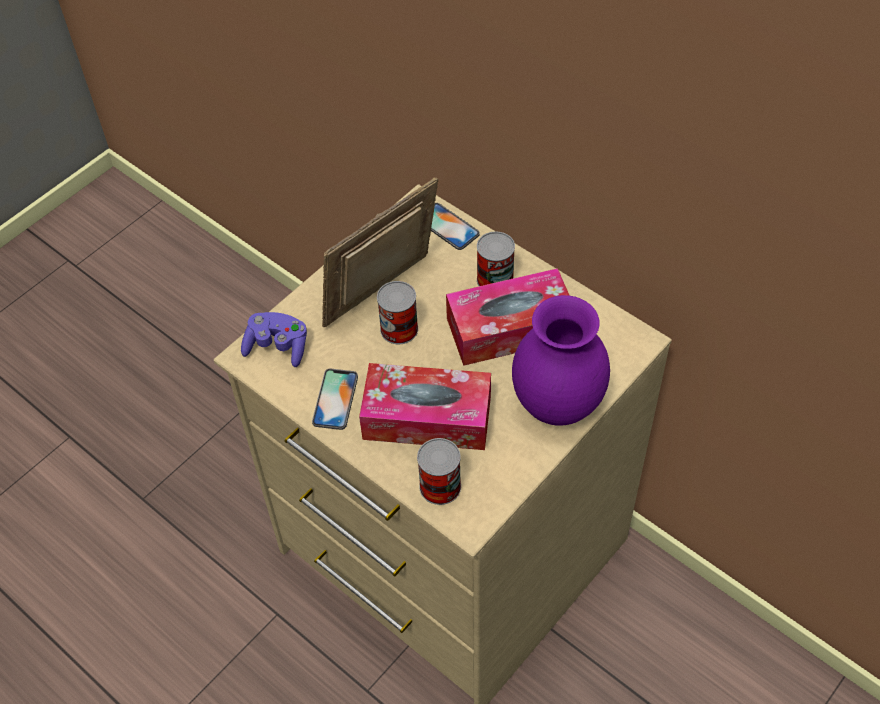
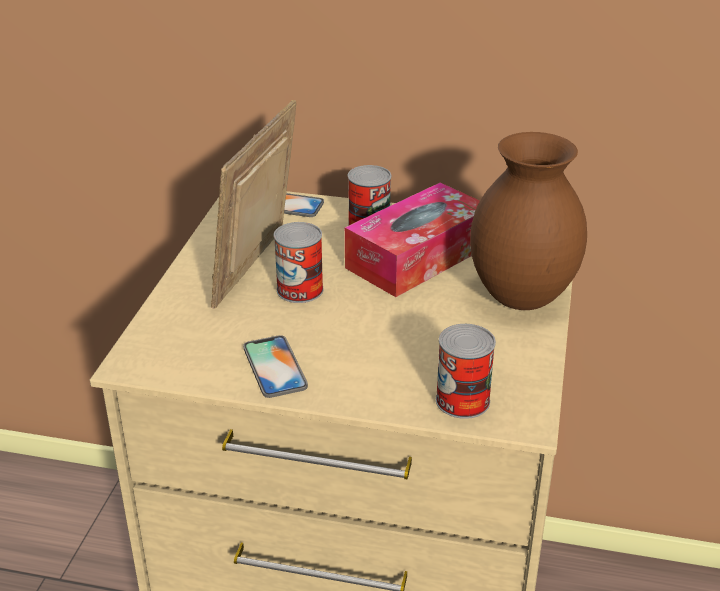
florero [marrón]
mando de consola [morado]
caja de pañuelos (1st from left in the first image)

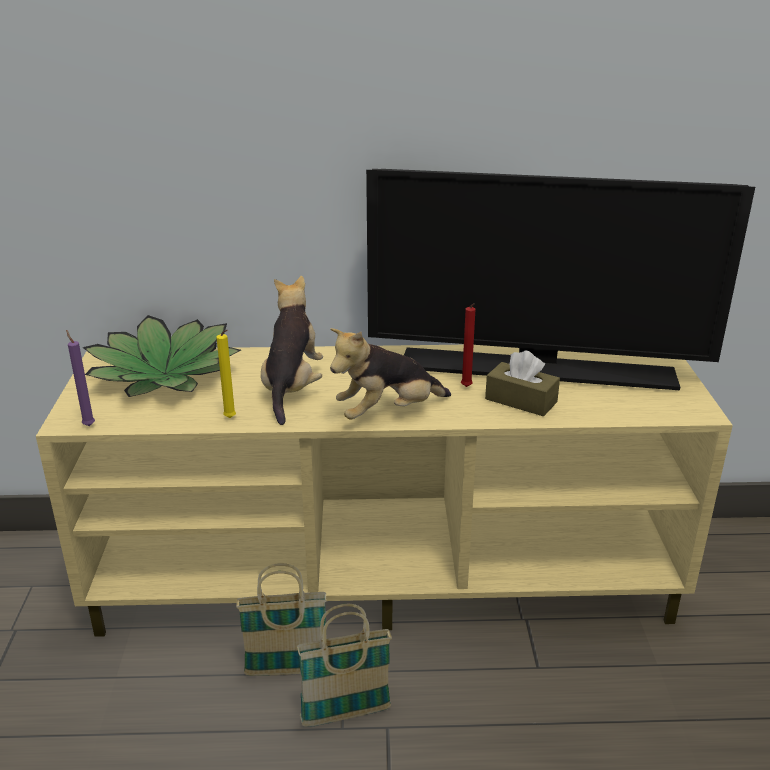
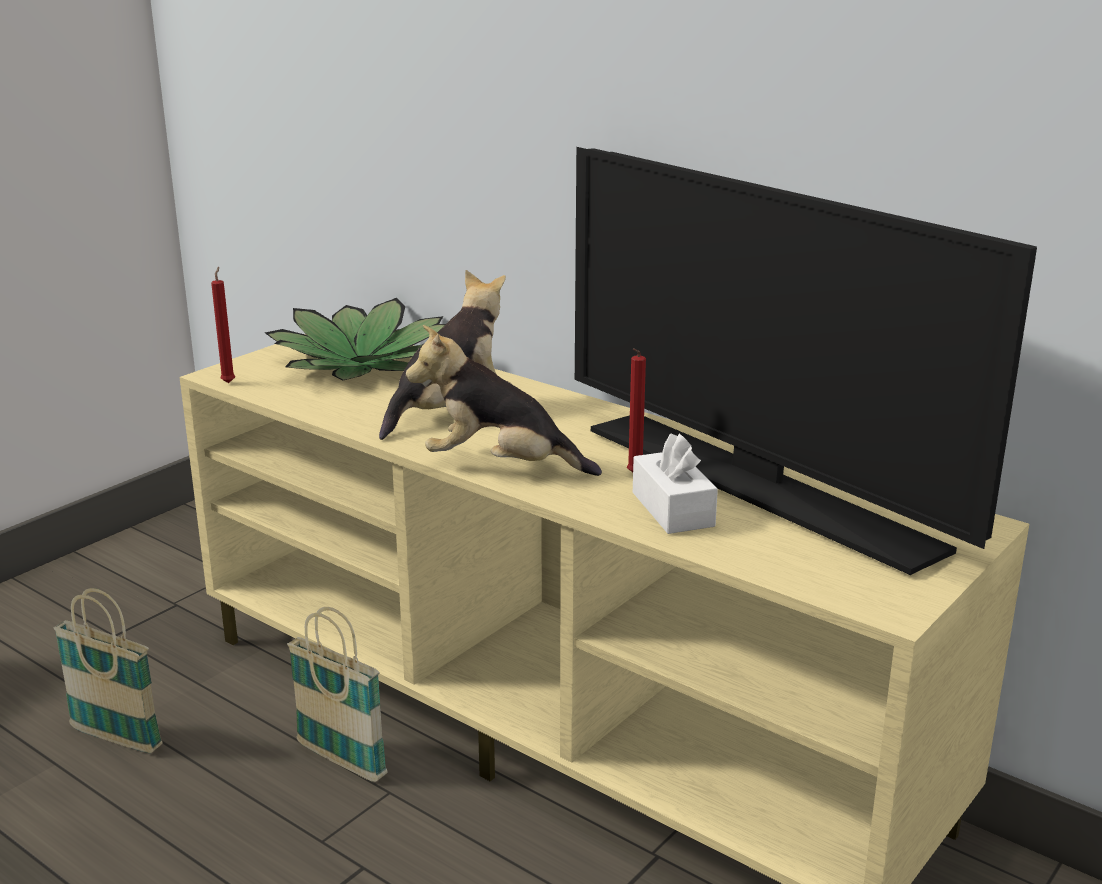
vela [rojo] (1st from left)
vela [amarillo]
caja de pañuelos [blanco]
cesta (1st from left)

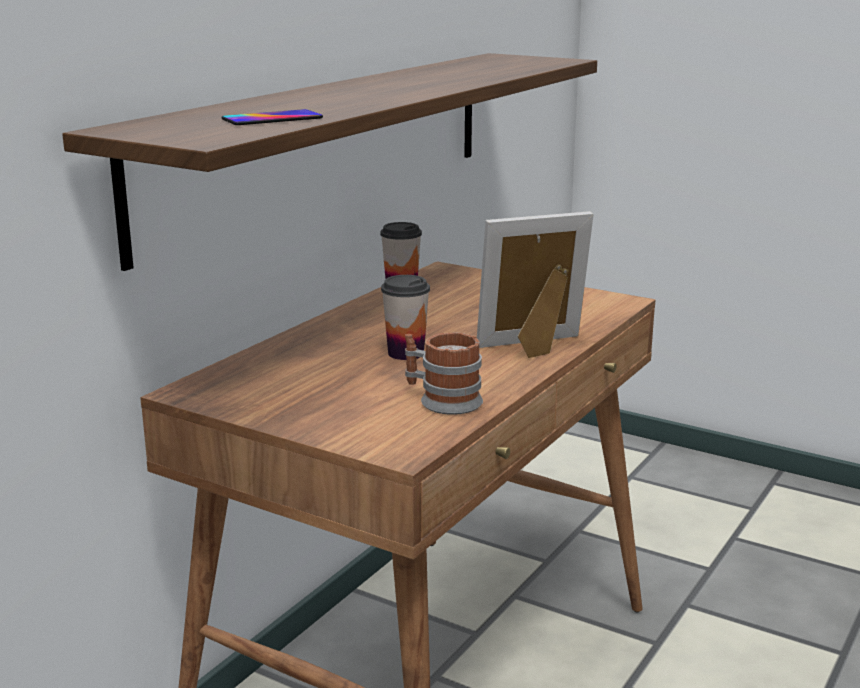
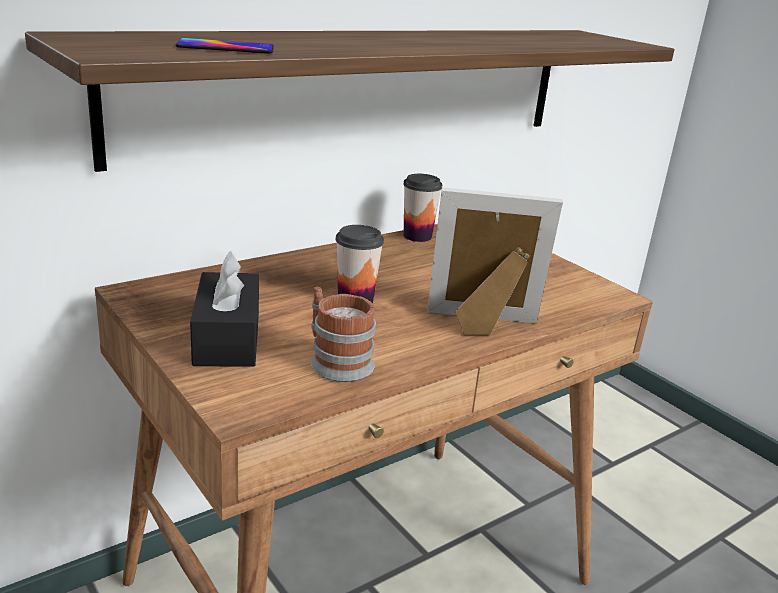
caja de pañuelos [negro]

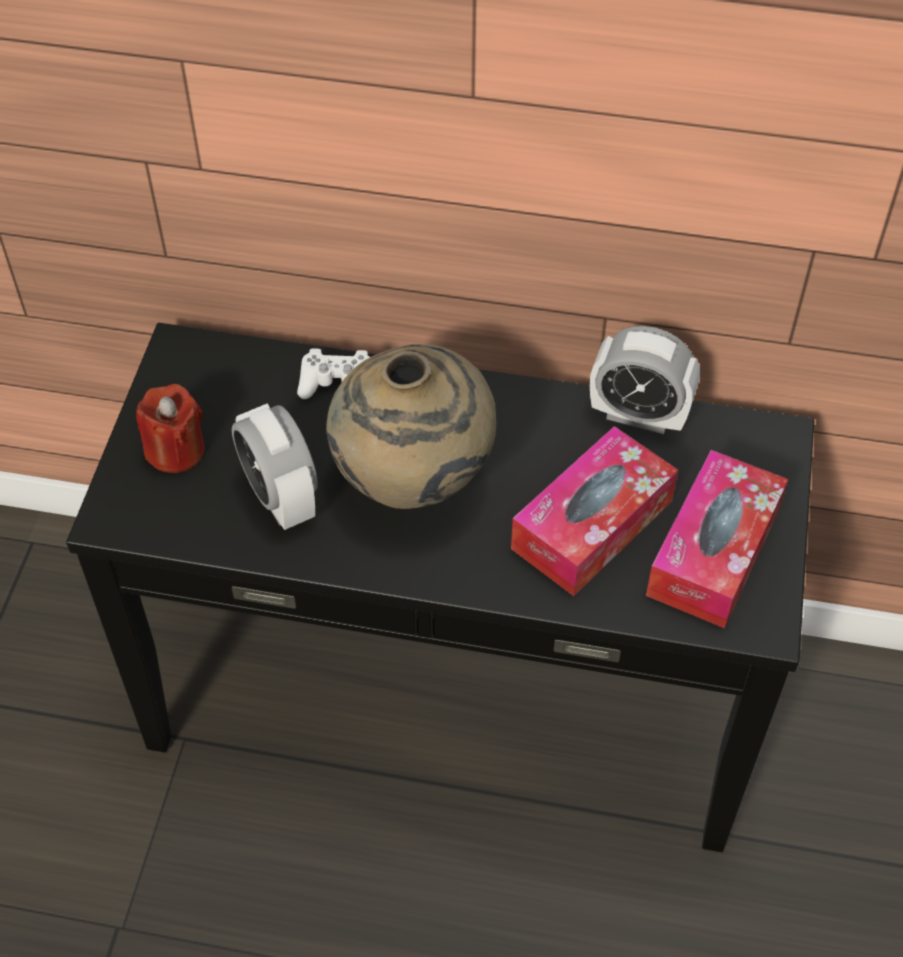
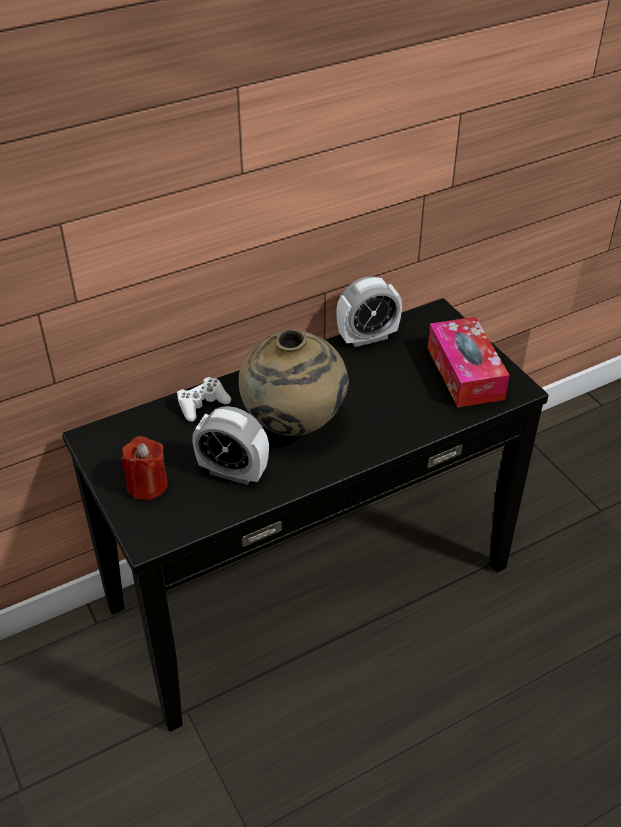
caja de pañuelos (1st from left in the first image)

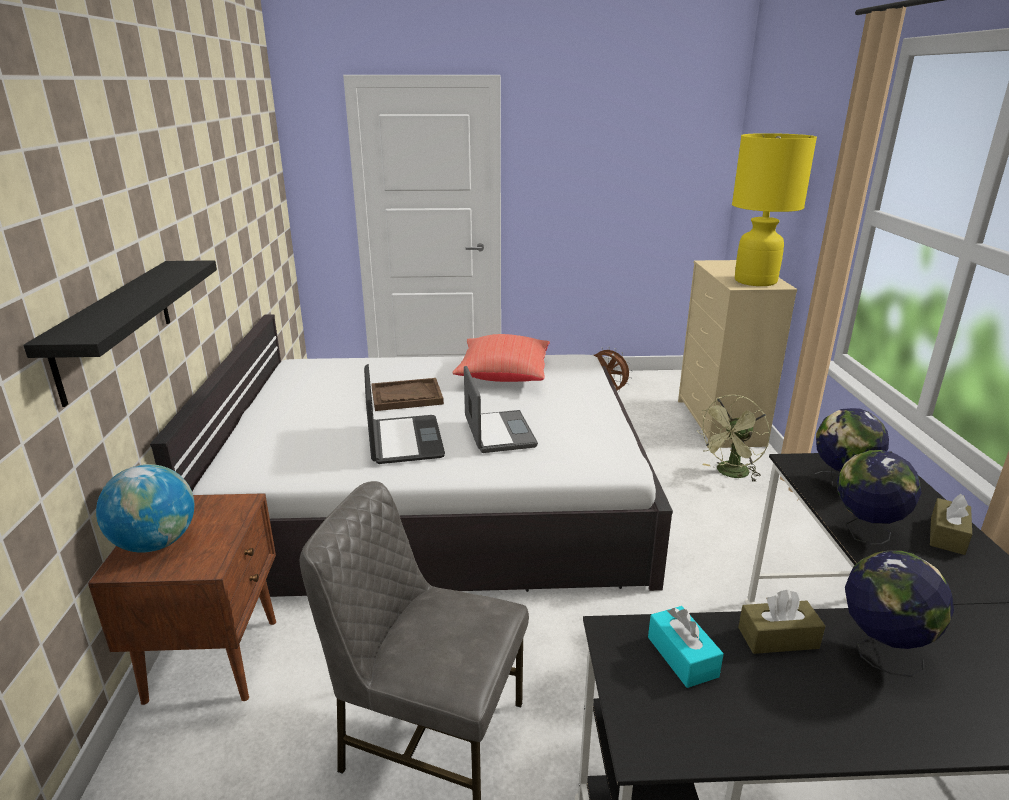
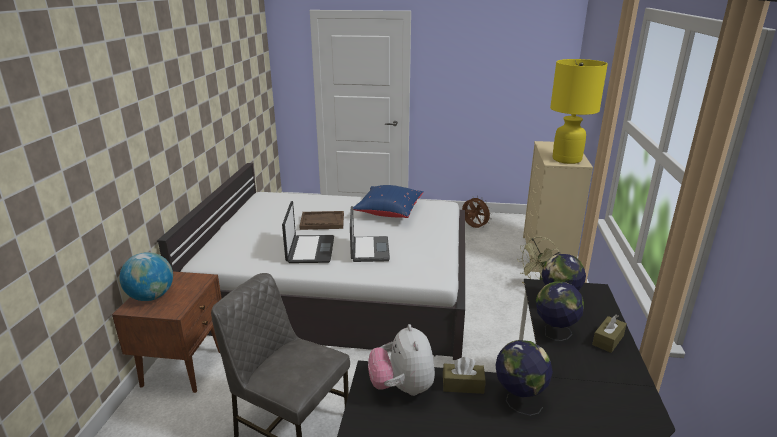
estante [negro]
cojín [azul]
peluche

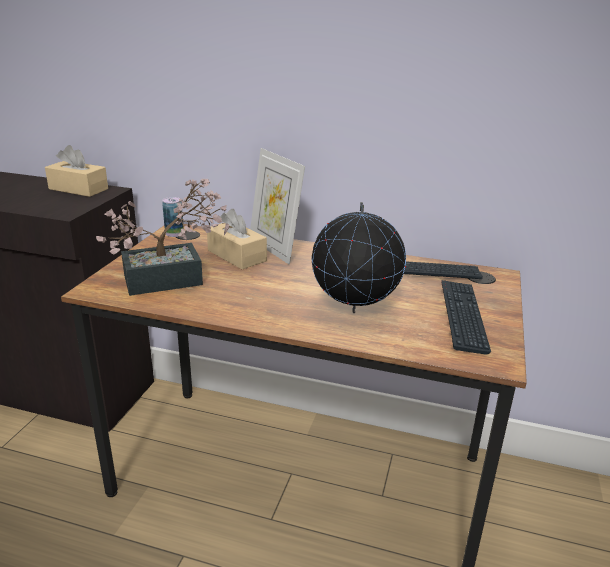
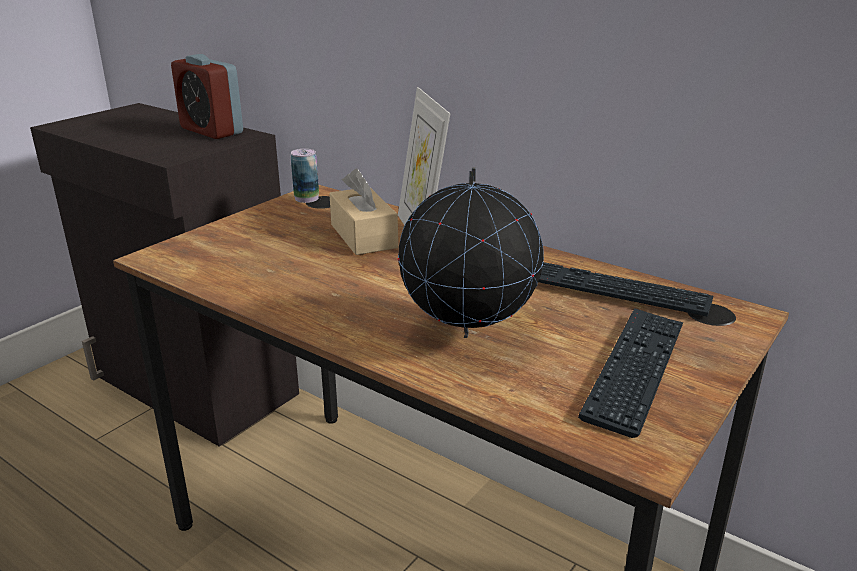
despertador
planta en maceta

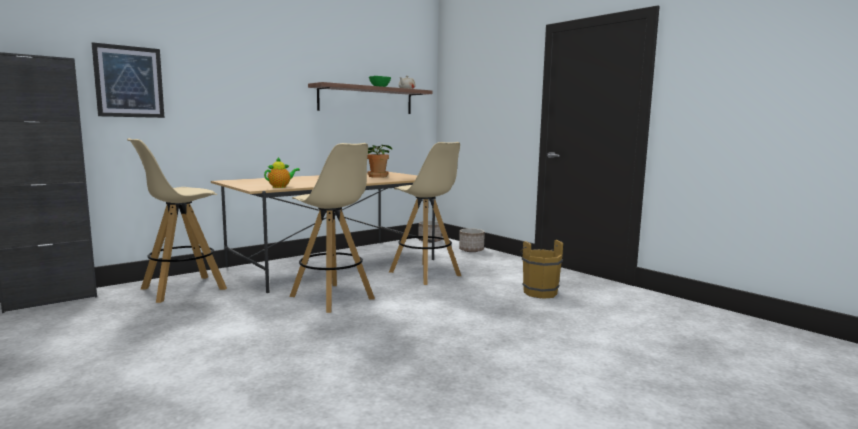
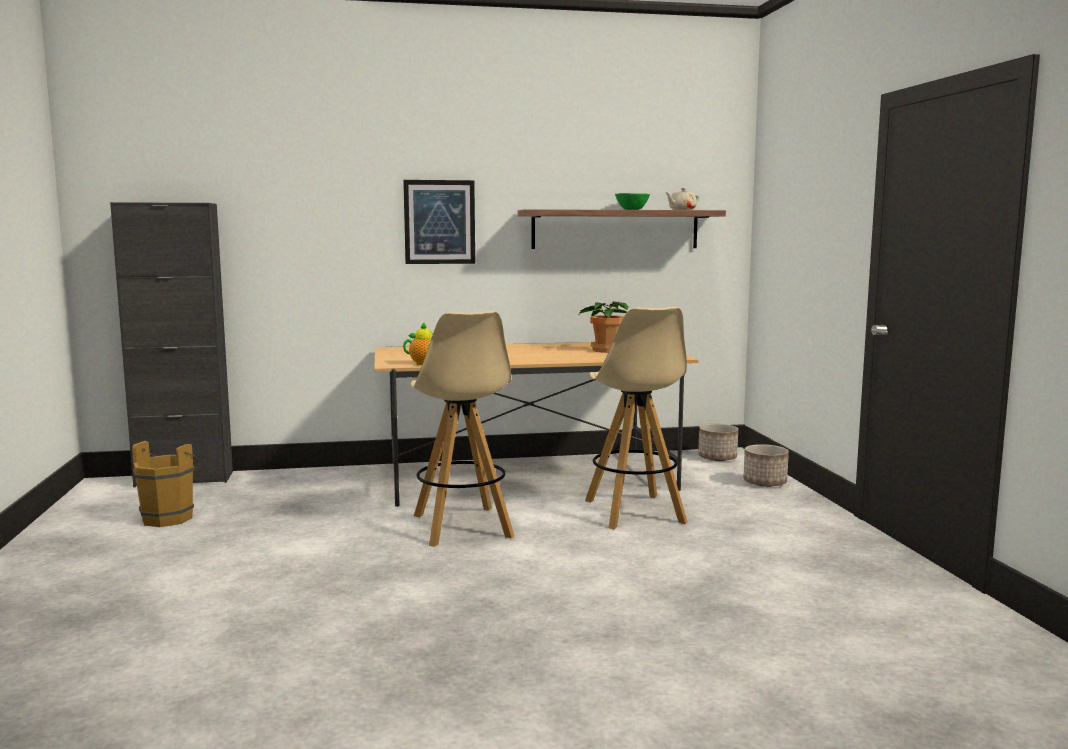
cuadro
taburete [beis] (1st from left in the first image)
cubo [marrón]

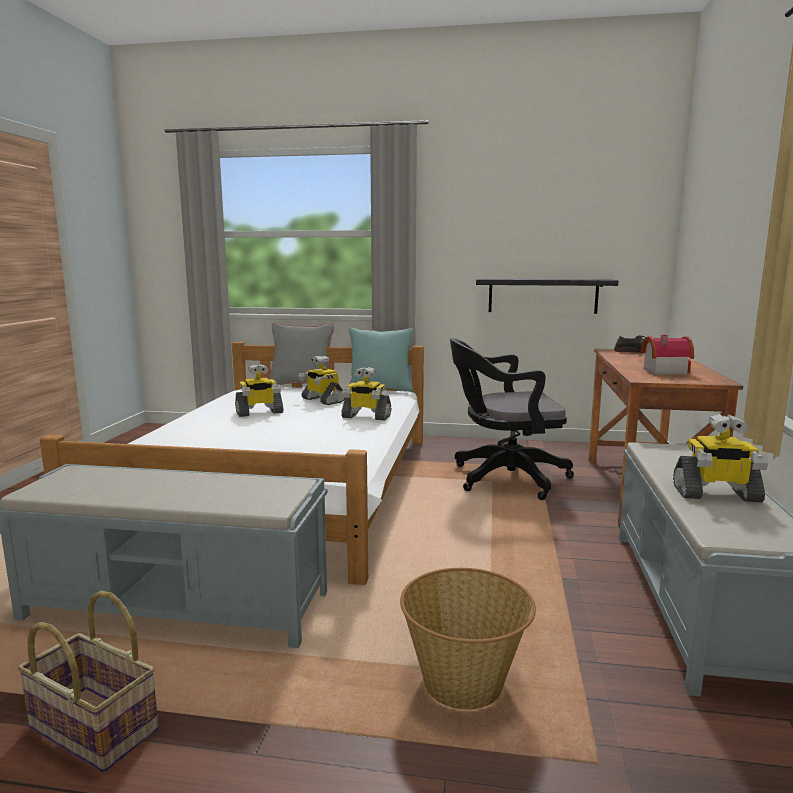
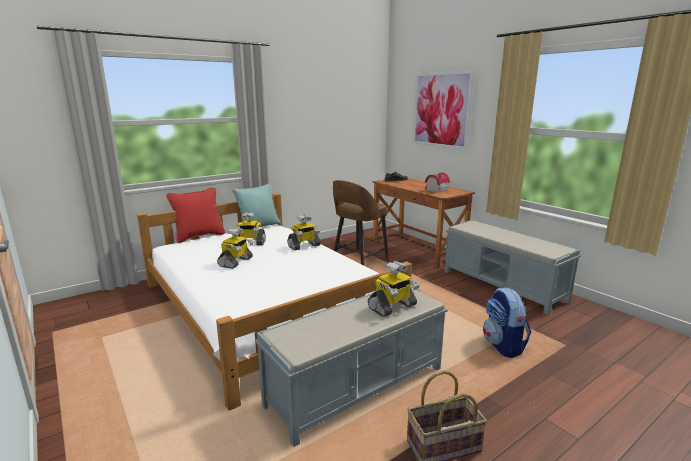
estante [negro]
cojín [rojo]
taburete [marrón]
robot de juguete (4th from left)
mochila
cuadro

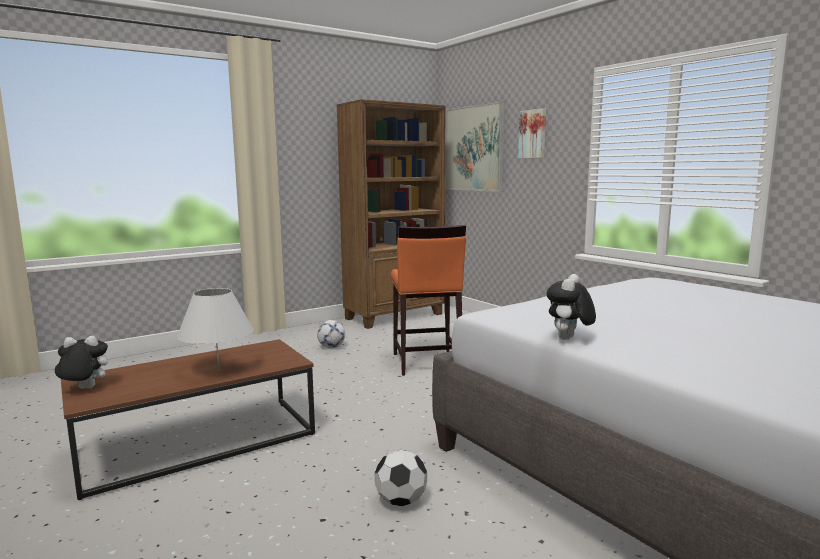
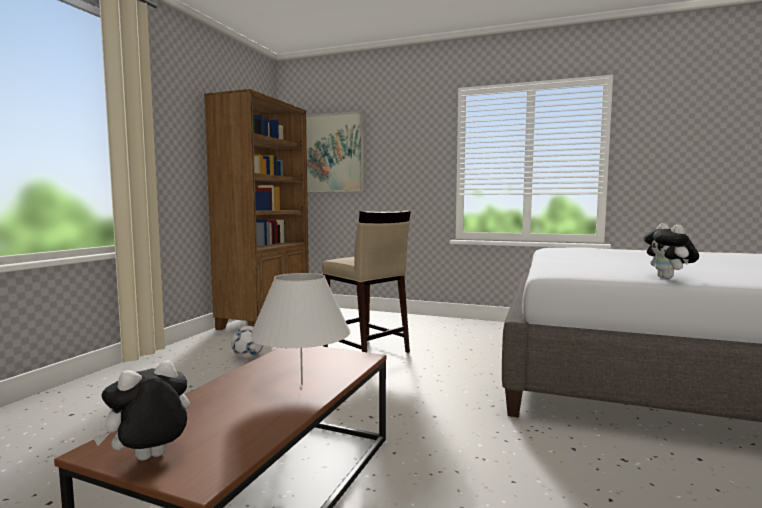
cuadro (2nd from left in the first image)
taburete [beis]
balón de fútbol (2nd from left in the first image)

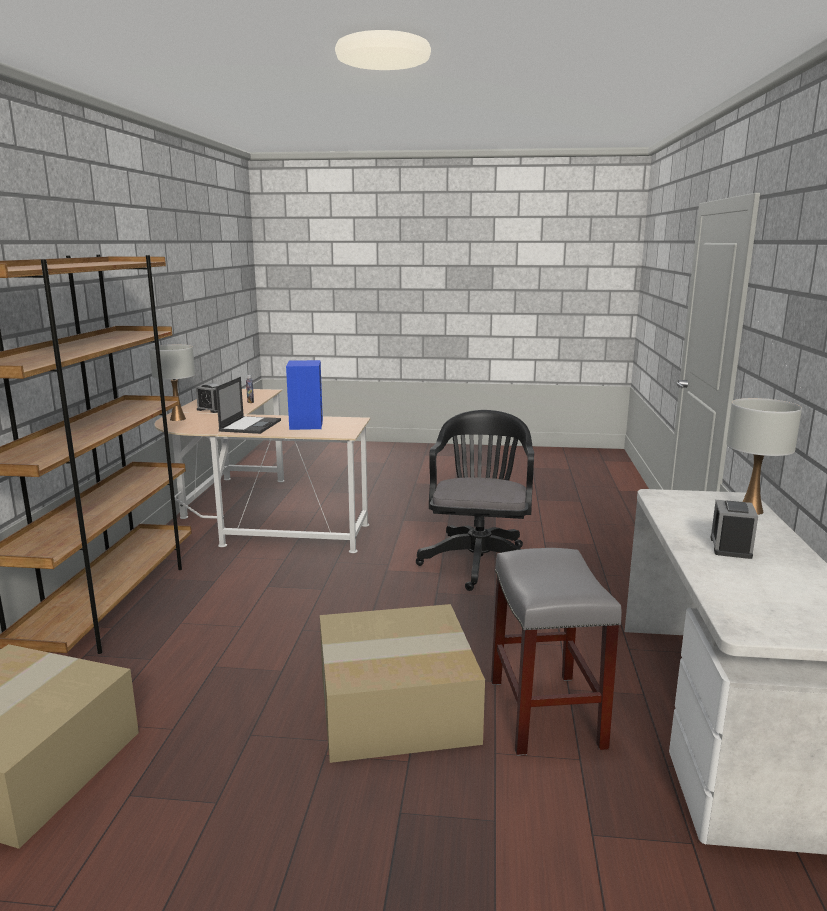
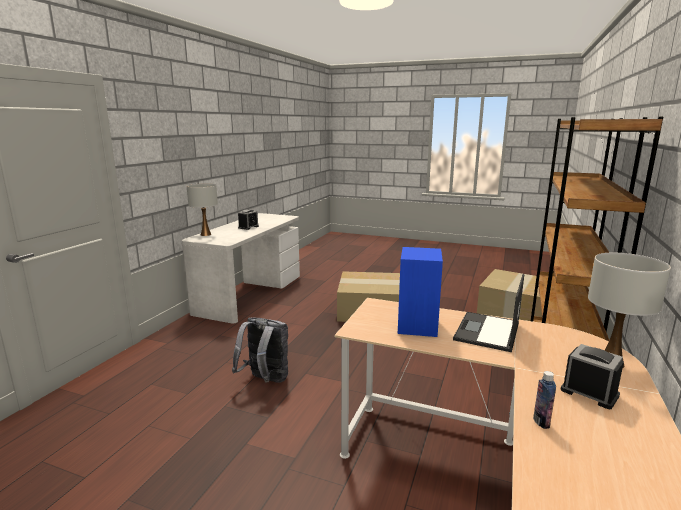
mochila [gris]
taburete [gris]

